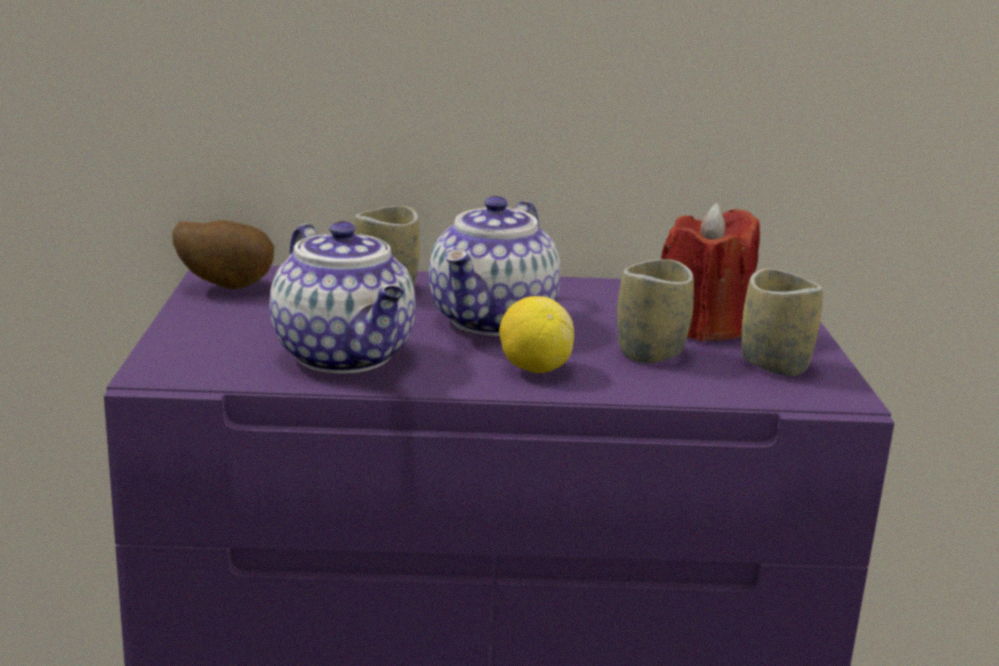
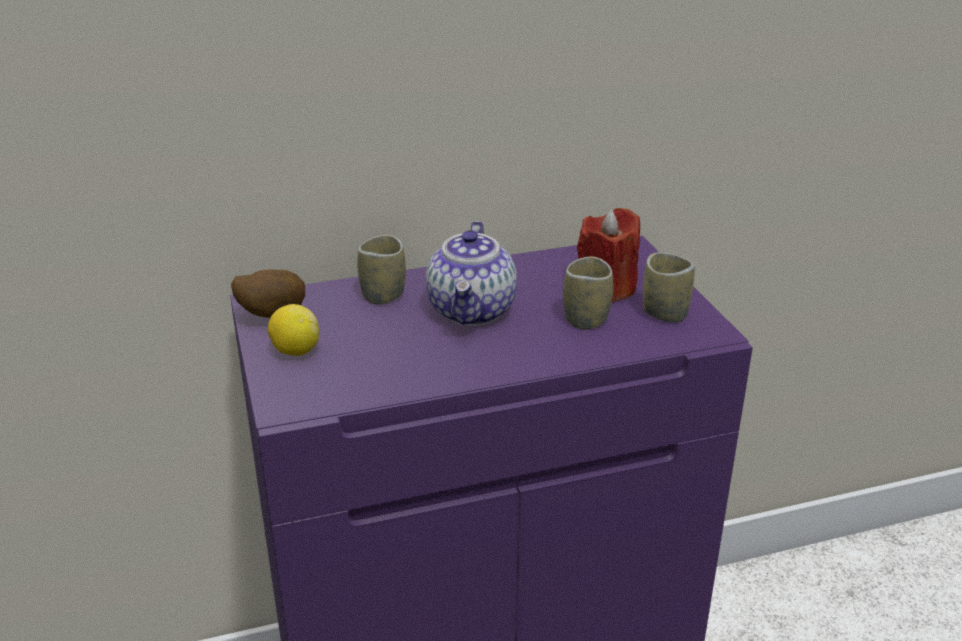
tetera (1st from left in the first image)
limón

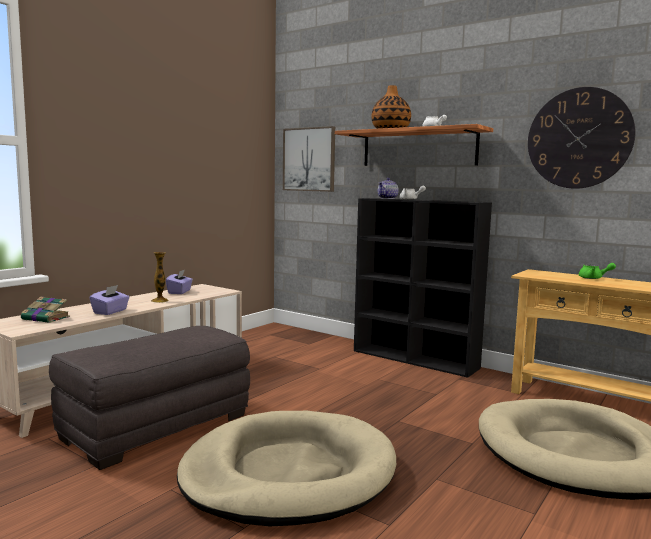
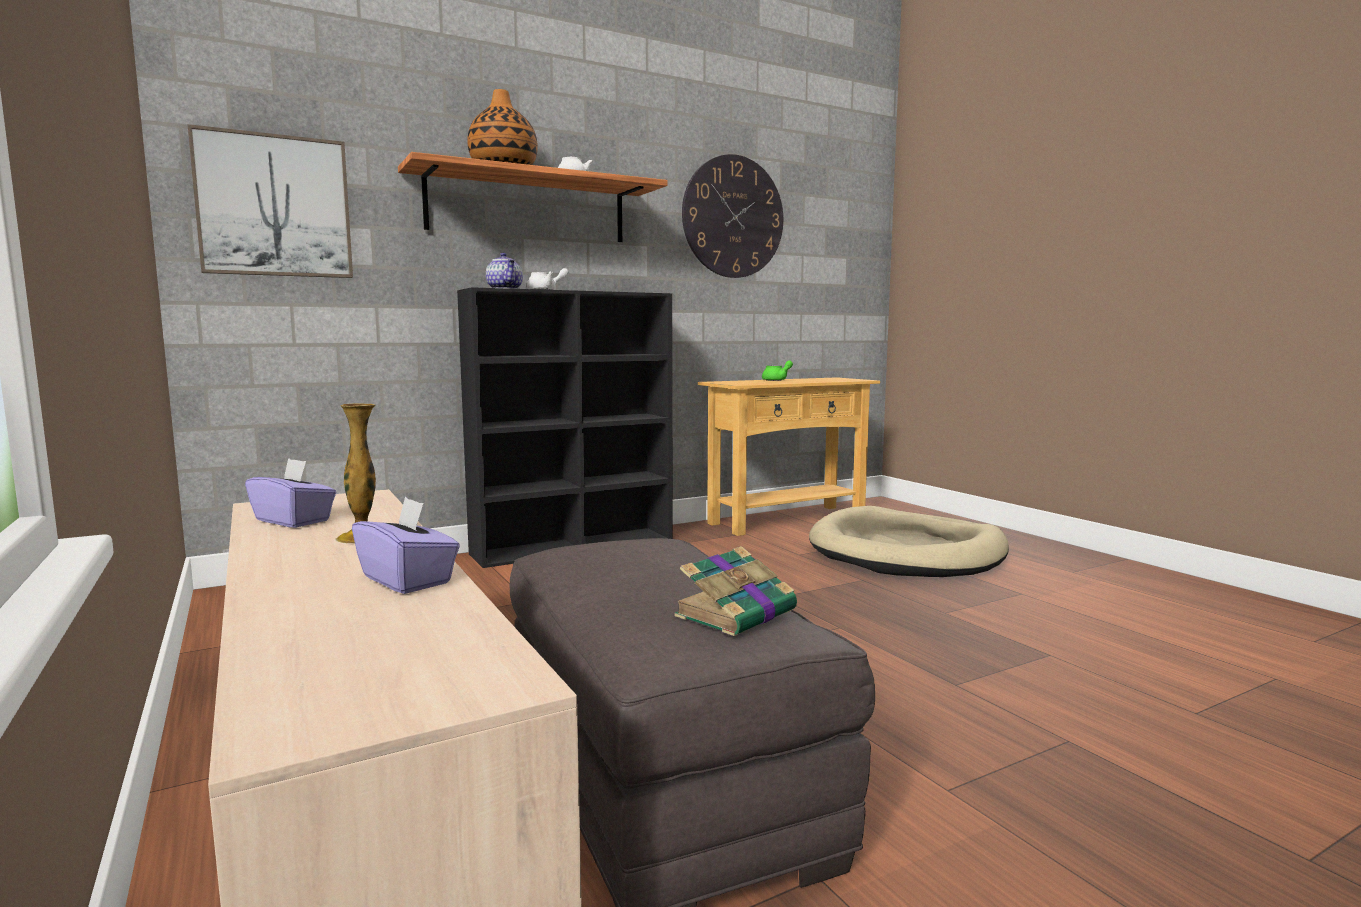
libro
cama para perro [beis] (1st from left in the first image)

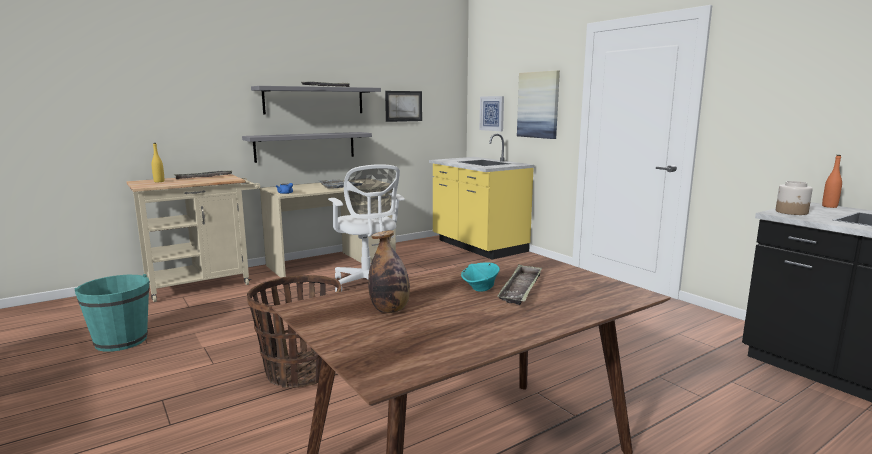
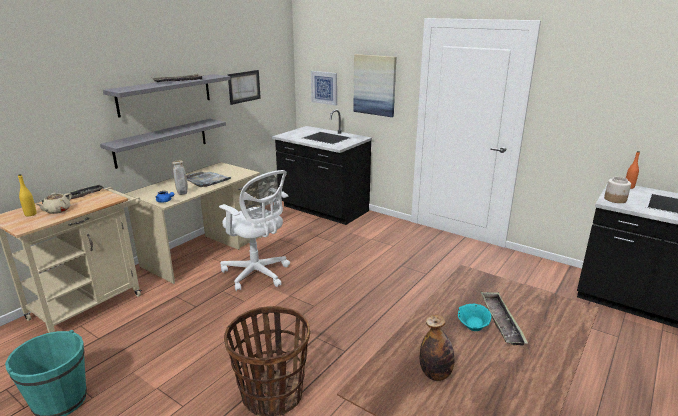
mueble bajo de cocina [negro] (1st from left)
florero [beis]
tetera [beis]

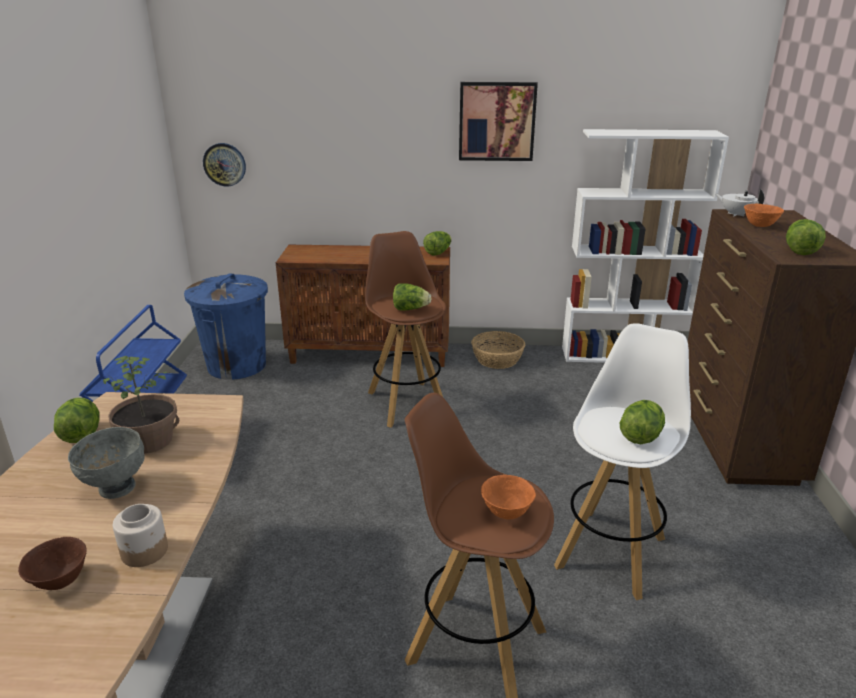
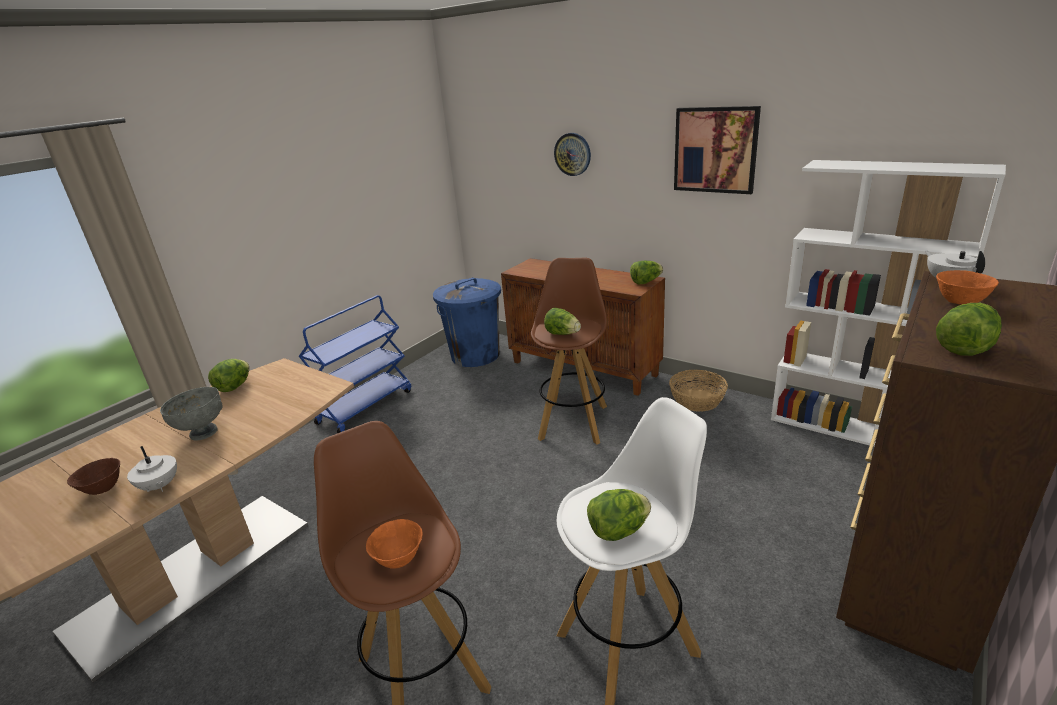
reloj de pared
planta en maceta
tetera [blanco] (1st from left)

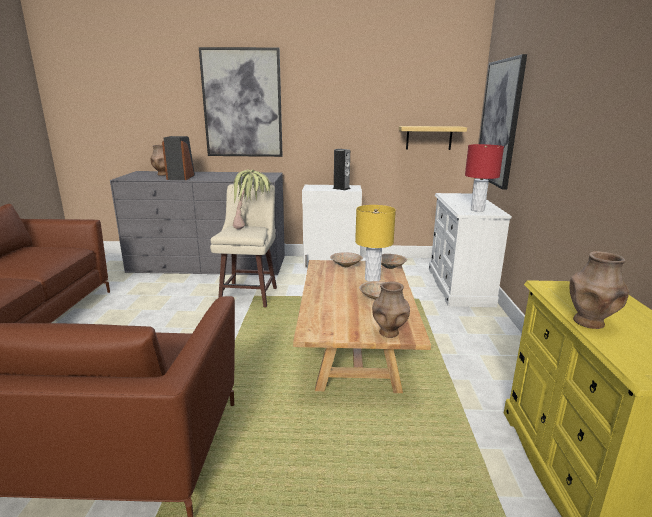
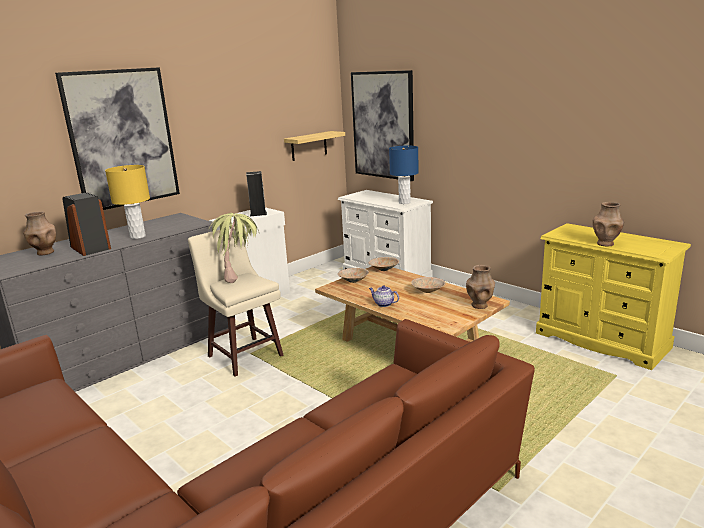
lámpara de mesa [azul]
lámpara de mesa [amarillo]
tetera

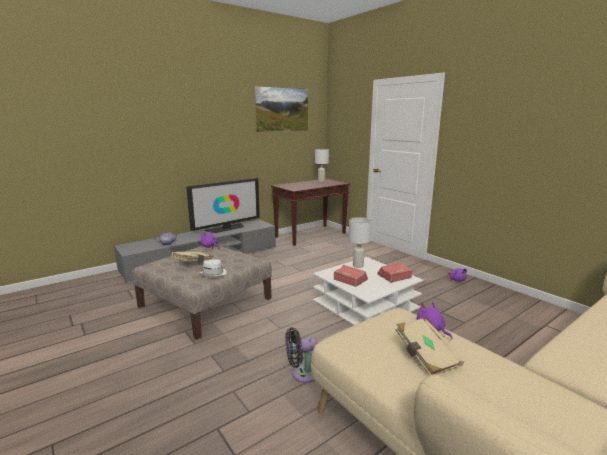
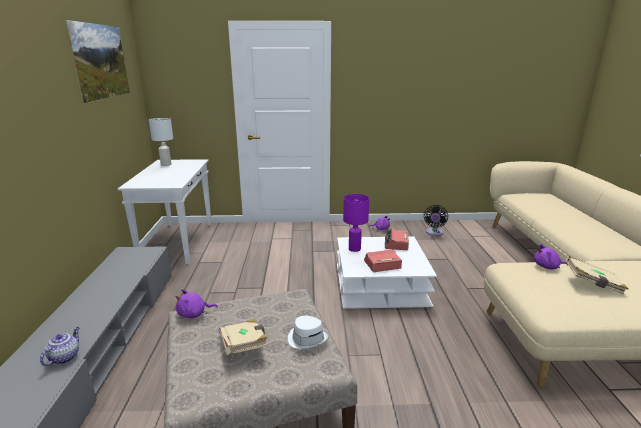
televisor
mesa consola [blanco]
lámpara de mesa [morado]
ventilador [negro]

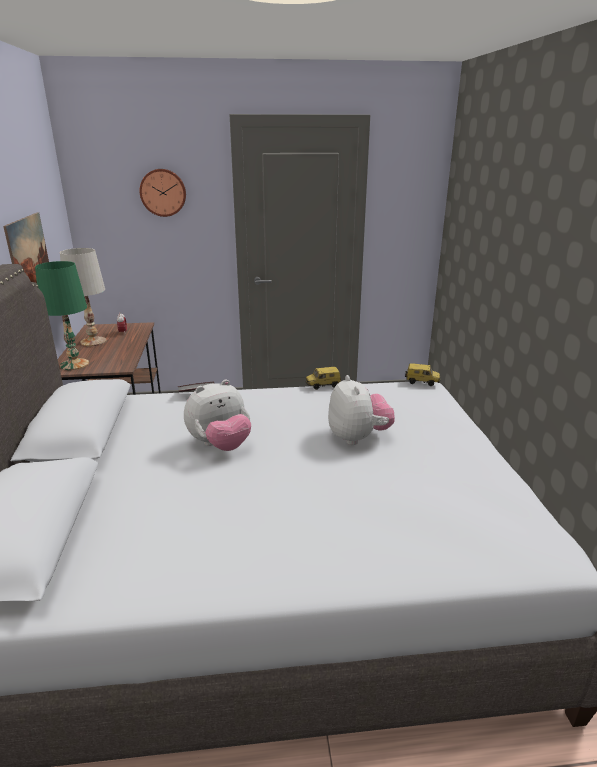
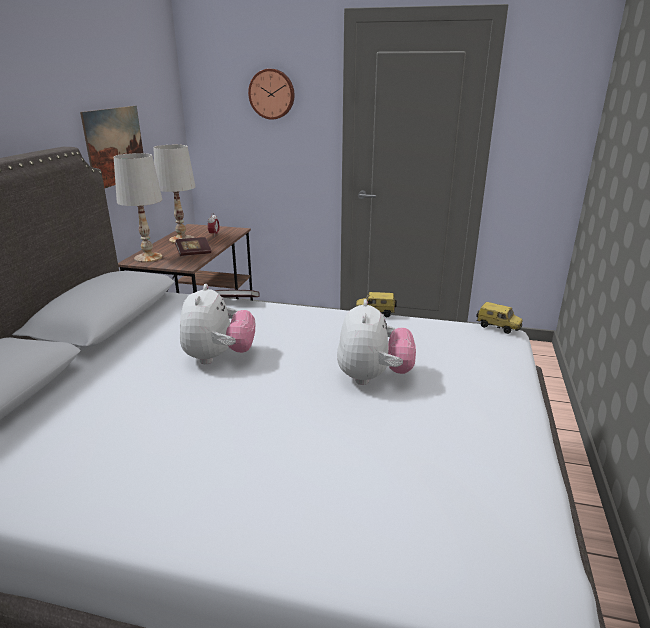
lámpara de mesa [blanco] (1st from left)
peluche (1st from left)
libro (1st from left)

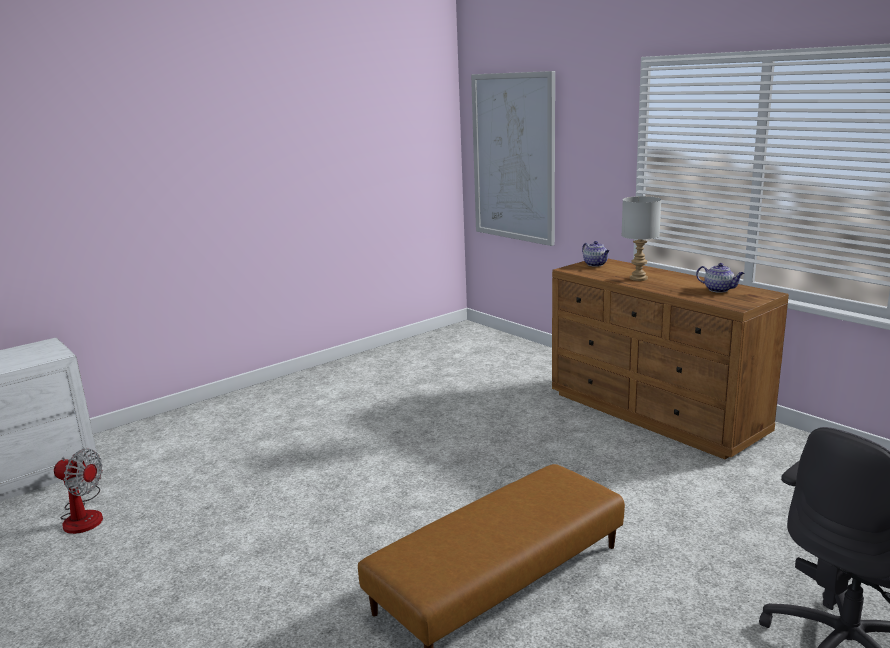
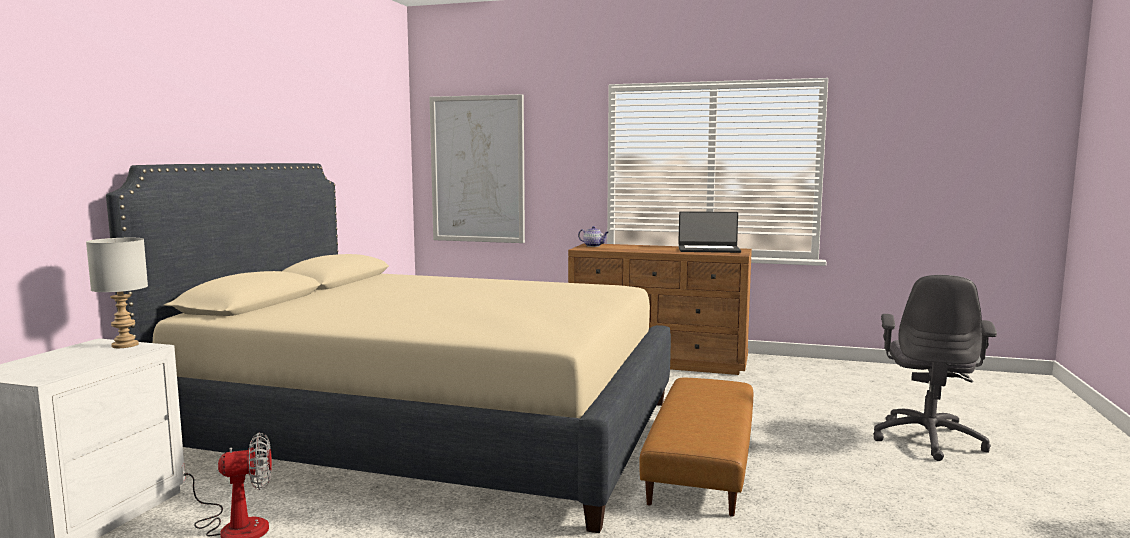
lámpara de mesa [gris]
portátil
cama [beis]

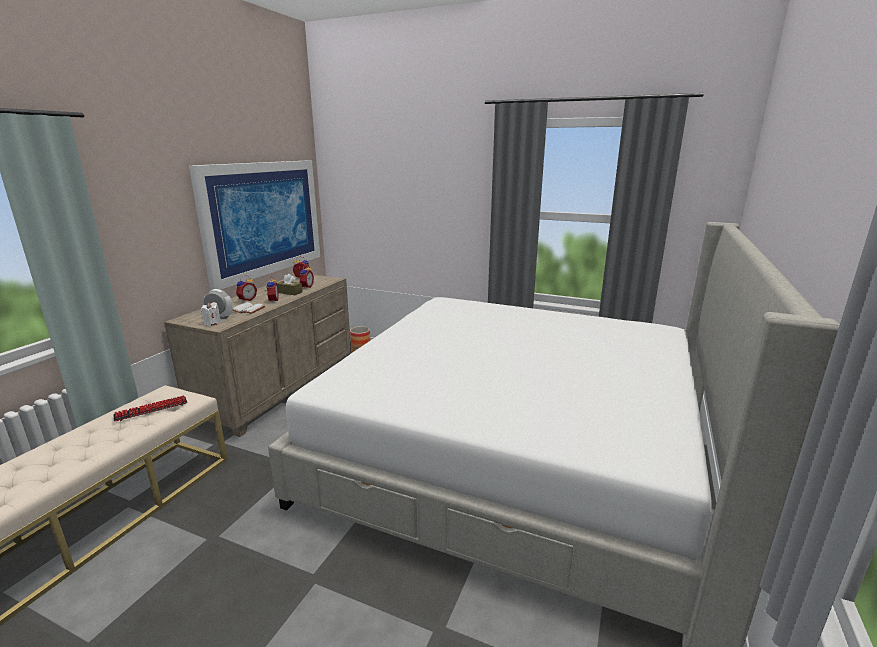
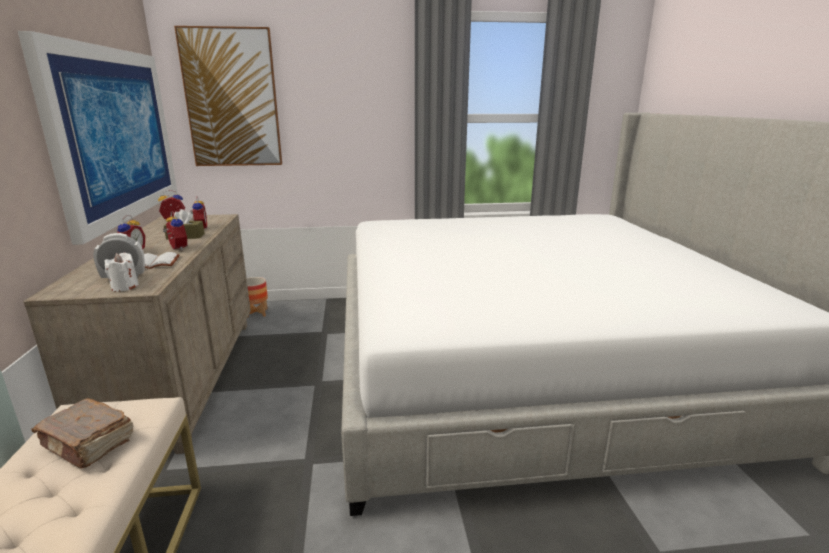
libro [marrón]
cuadro (2nd from left)

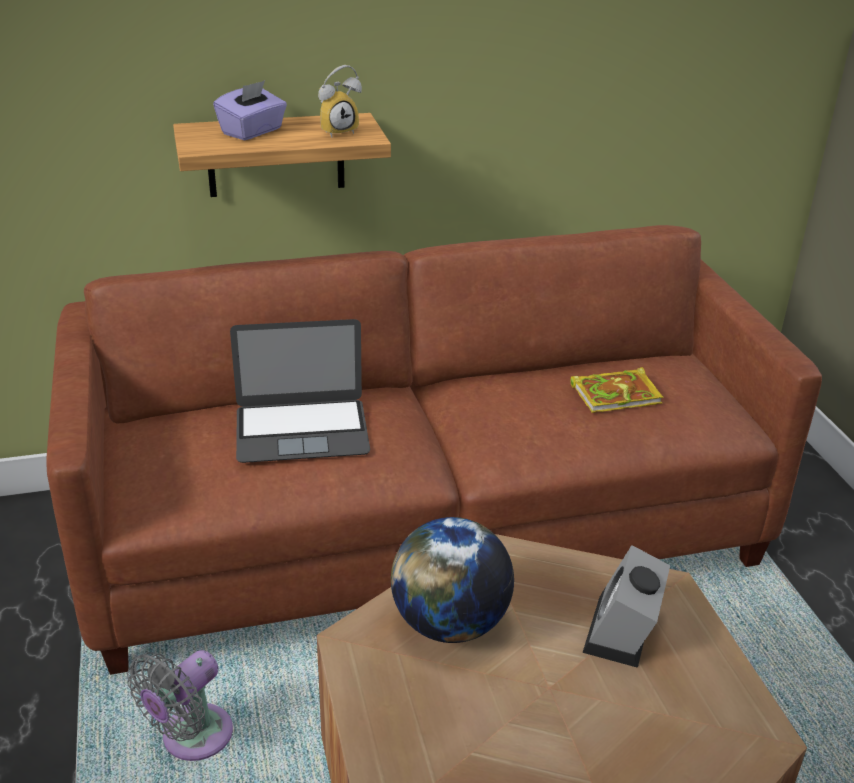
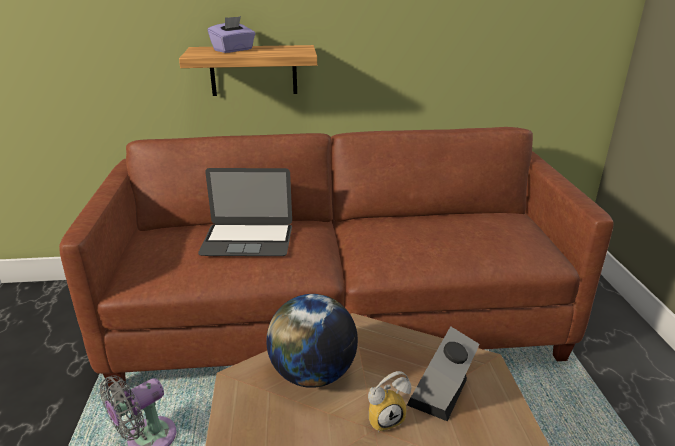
despertador (1st from left)
libro

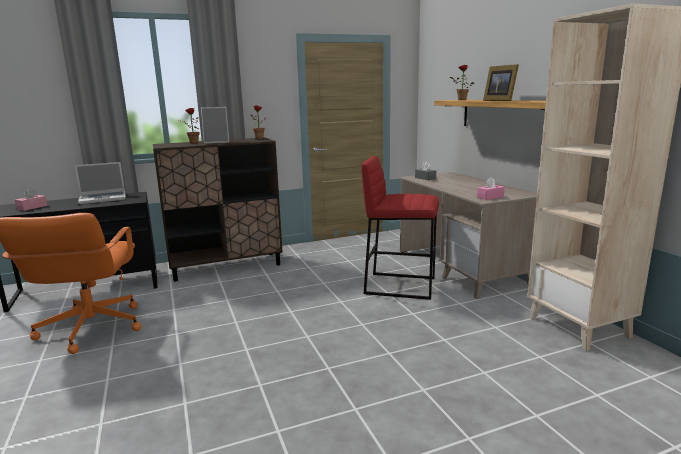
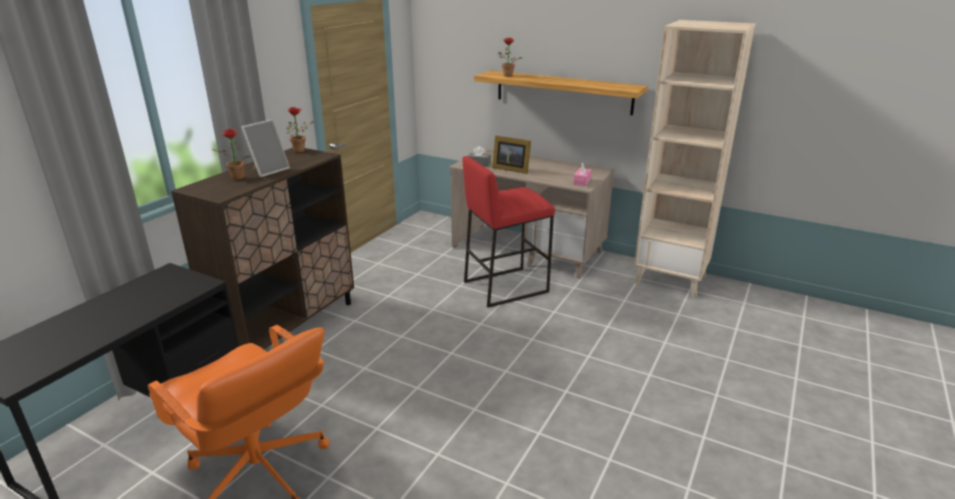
portarretratos (2nd from left)
portátil
caja de pañuelos [rosa] (1st from left in the first image)

